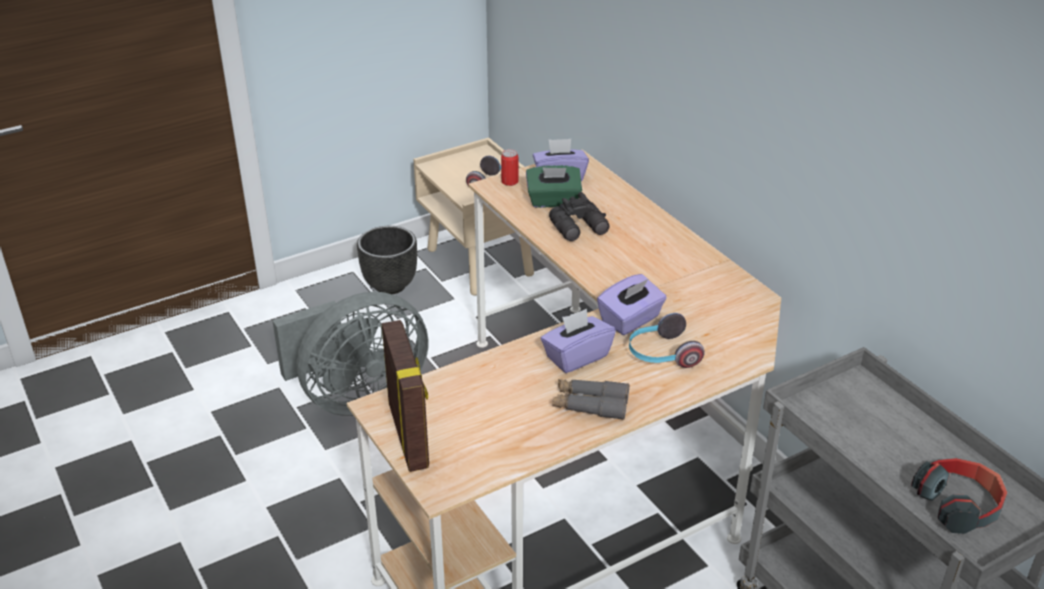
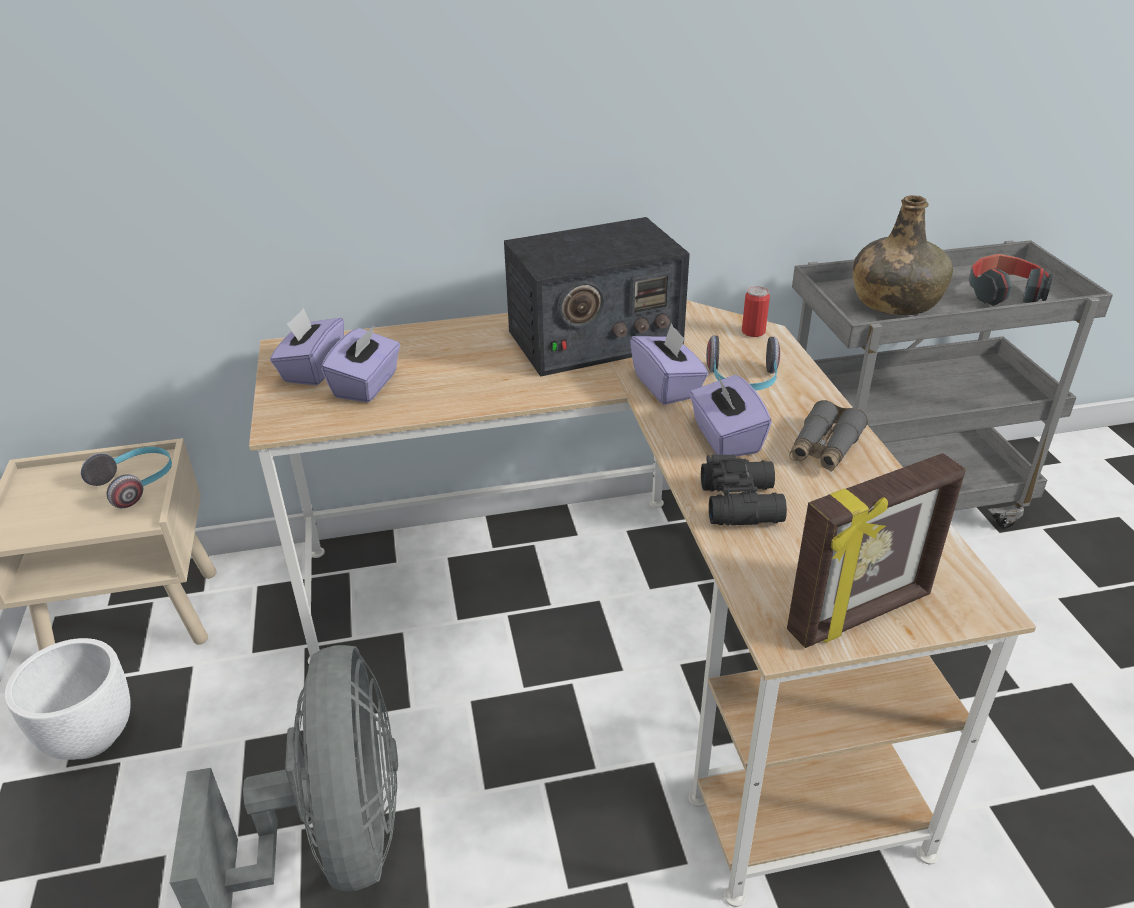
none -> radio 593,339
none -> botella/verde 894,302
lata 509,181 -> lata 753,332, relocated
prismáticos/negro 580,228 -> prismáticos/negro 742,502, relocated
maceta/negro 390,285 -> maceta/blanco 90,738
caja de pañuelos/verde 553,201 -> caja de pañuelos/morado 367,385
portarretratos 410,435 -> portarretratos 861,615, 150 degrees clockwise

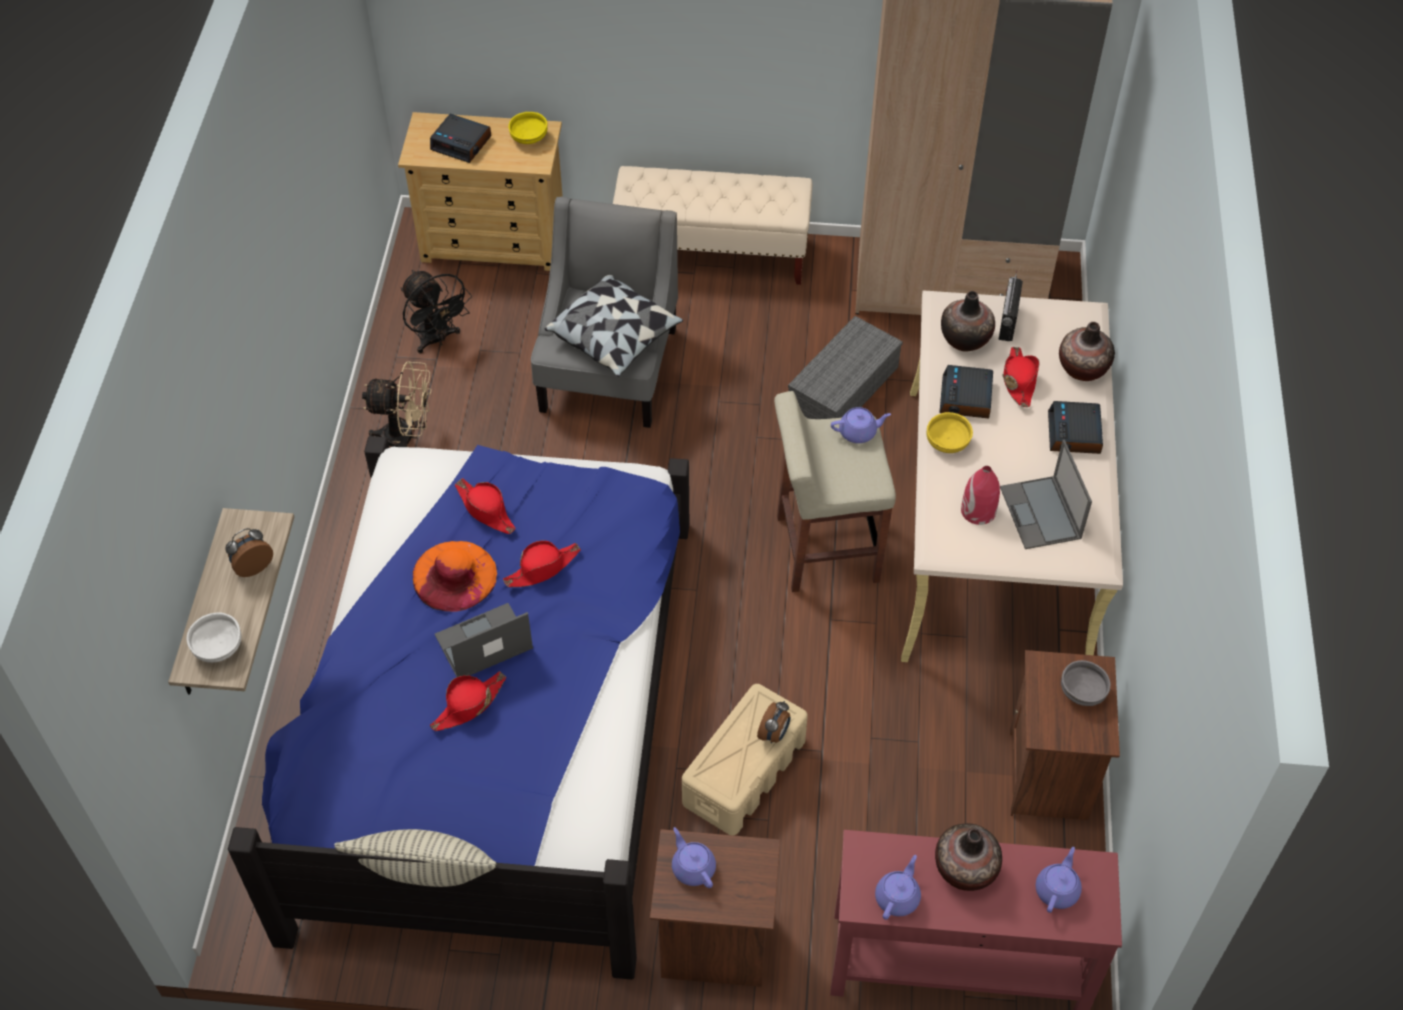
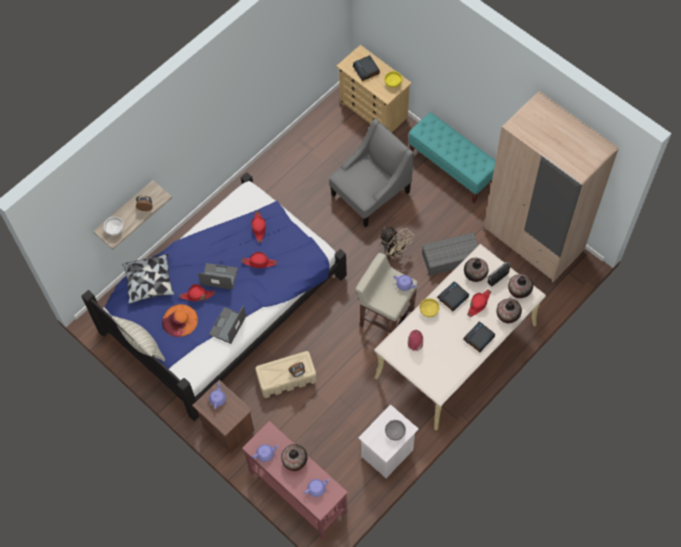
ventilador/negro 437,339 -> none
none -> florero 519,290
ventilador/beis 407,437 -> ventilador/beis 394,252, relocated
sombrero/naranja 454,575 -> sombrero/naranja 179,320, relocated
cojín 615,337 -> cojín 150,283, relocated
portátil 1041,513 -> portátil 227,326, relocated
banco/beis 712,255 -> banco/turquesa 451,168
mesita de noche/marrón 1050,775 -> mesita de noche/blanco 388,454

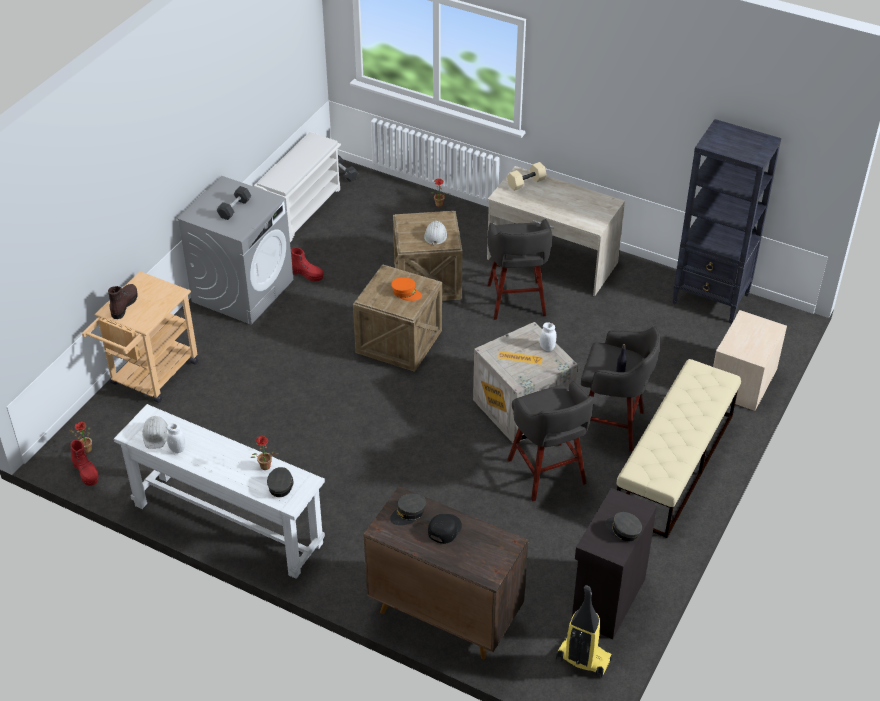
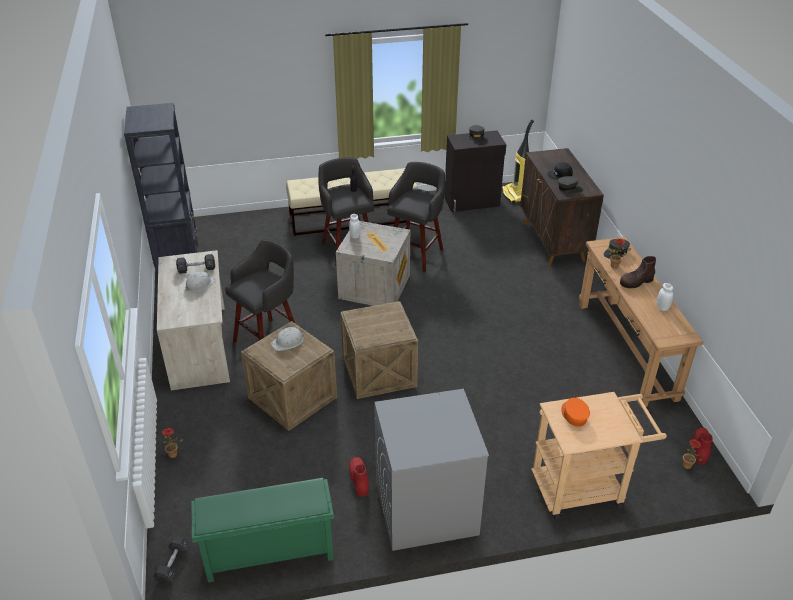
mancuerna/beis 526,182 -> none
mesita de noche/beis 742,381 -> none
bota/marrón 124,305 -> bota/marrón 636,282, relocated
casco/blanco 156,434 -> casco/blanco 199,284, relocated
mancuerna/negro 234,208 -> mancuerna/negro 196,269, relocated
gorra/naranja 406,293 -> gorra/naranja 574,415, relocated
mesa consola/blanco 228,524 -> mesa consola/marrón 626,349
zapatero/blanco 301,210 -> zapatero/verde 268,554

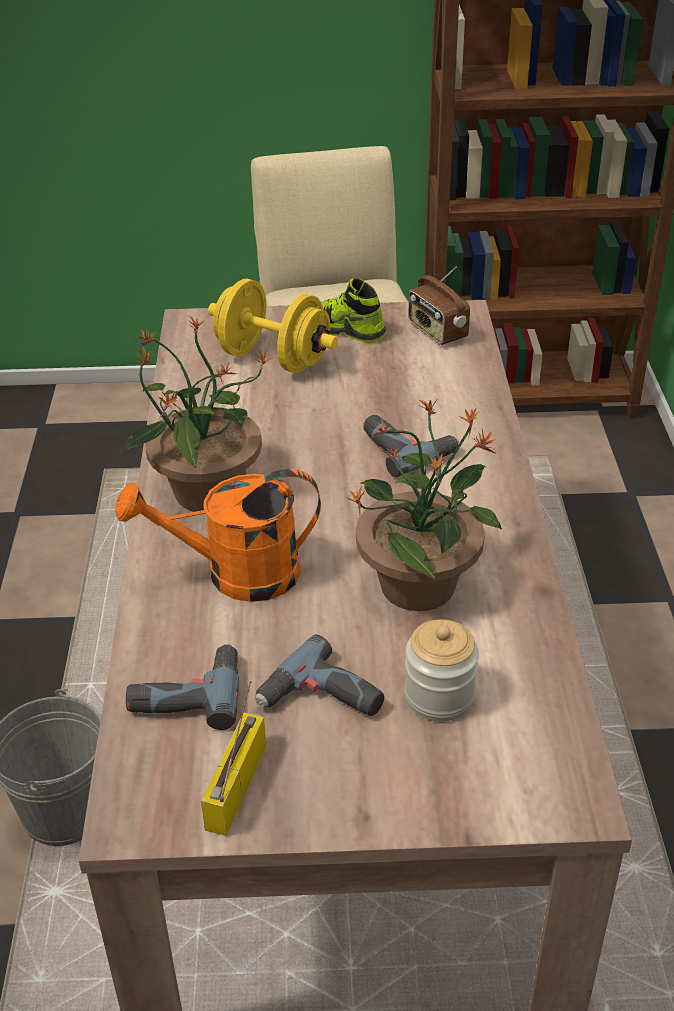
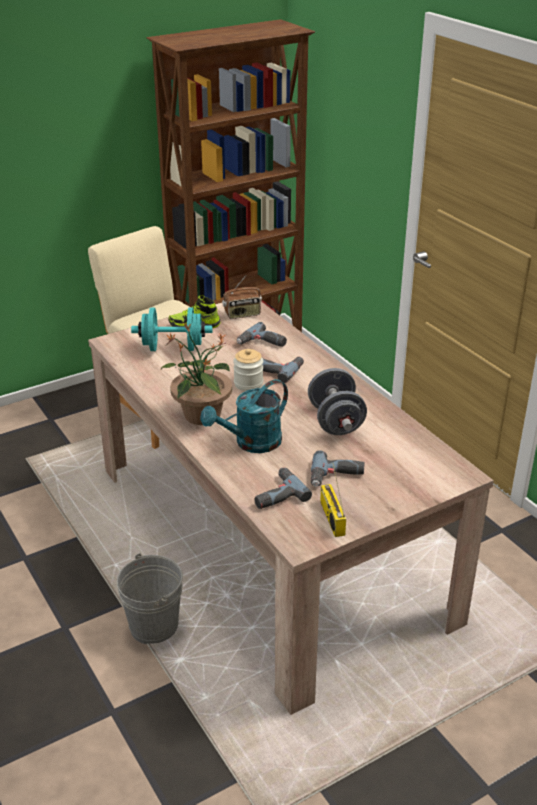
none -> taladro 262,343
tarro 439,696 -> tarro 248,383, relocated
planta en maceta 420,584 -> mancuerna/gris 335,421
regadera/naranja 236,575 -> regadera/turquesa 251,443
mancuerna/amarillo 273,359 -> mancuerna/turquesa 173,348
radio 436,332 -> radio 242,314, 45 degrees counterclockwise

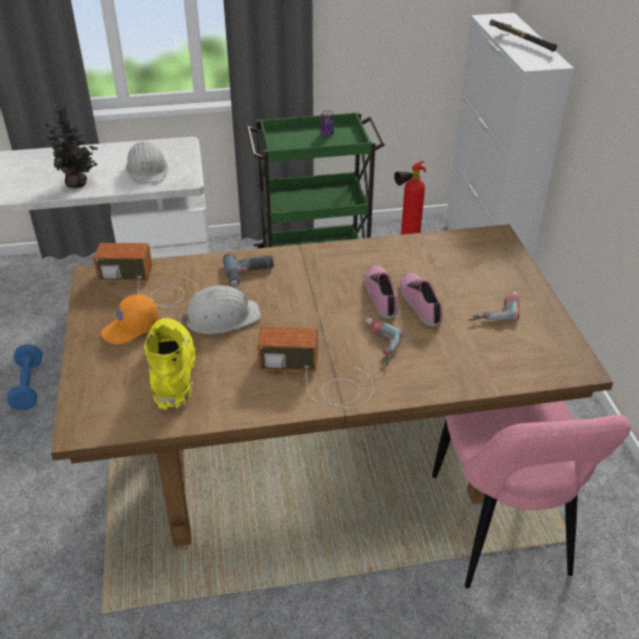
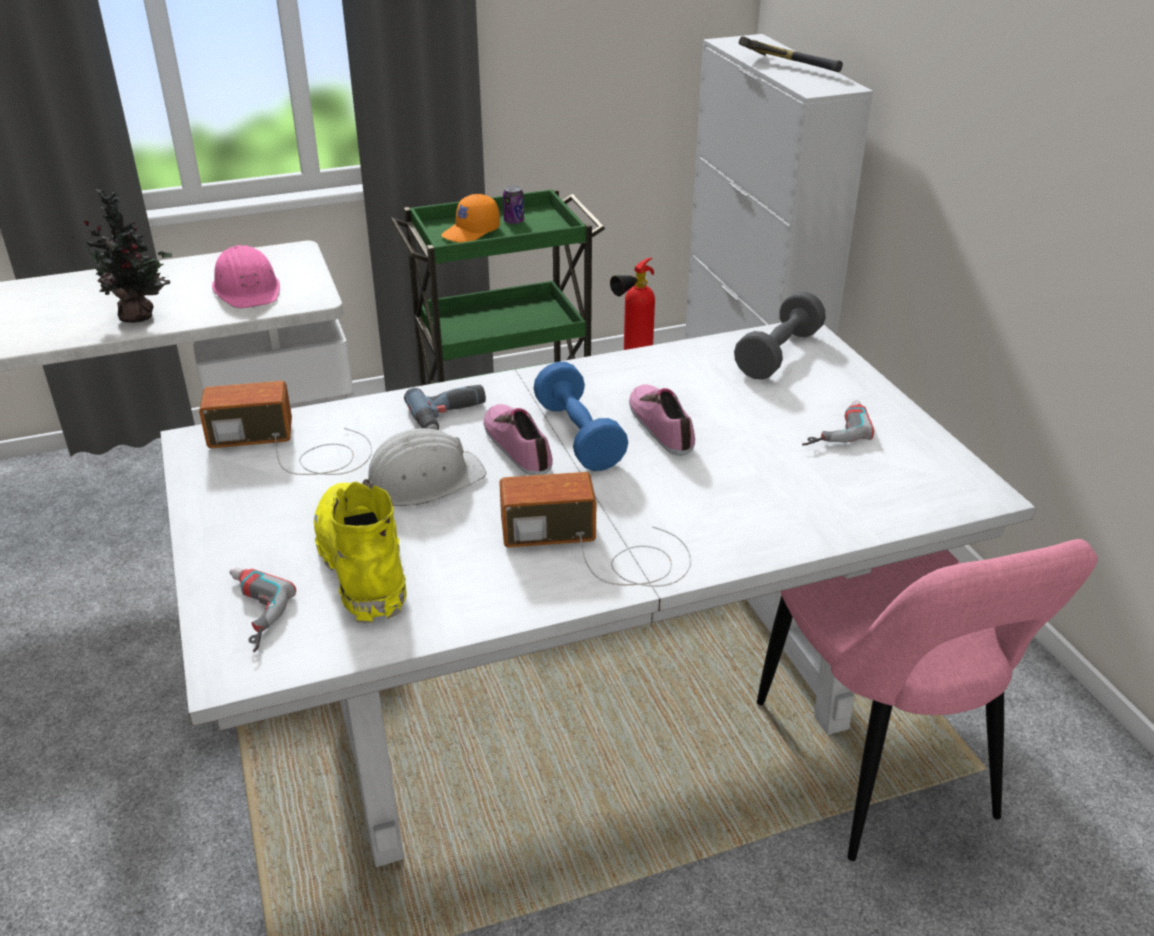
none -> mancuerna/gris 778,354
mancuerna/azul 28,386 -> mancuerna/azul 579,436, relocated
gorra/naranja 131,328 -> gorra/naranja 471,232, relocated
taladro 376,345 -> taladro 246,614, relocated
zapato 421,302 -> zapato 518,445, relocated
mesa de comedor/marrón 317,453 -> mesa de comedor/blanco 574,693
casco/blanco 147,170 -> casco/rosa 248,289

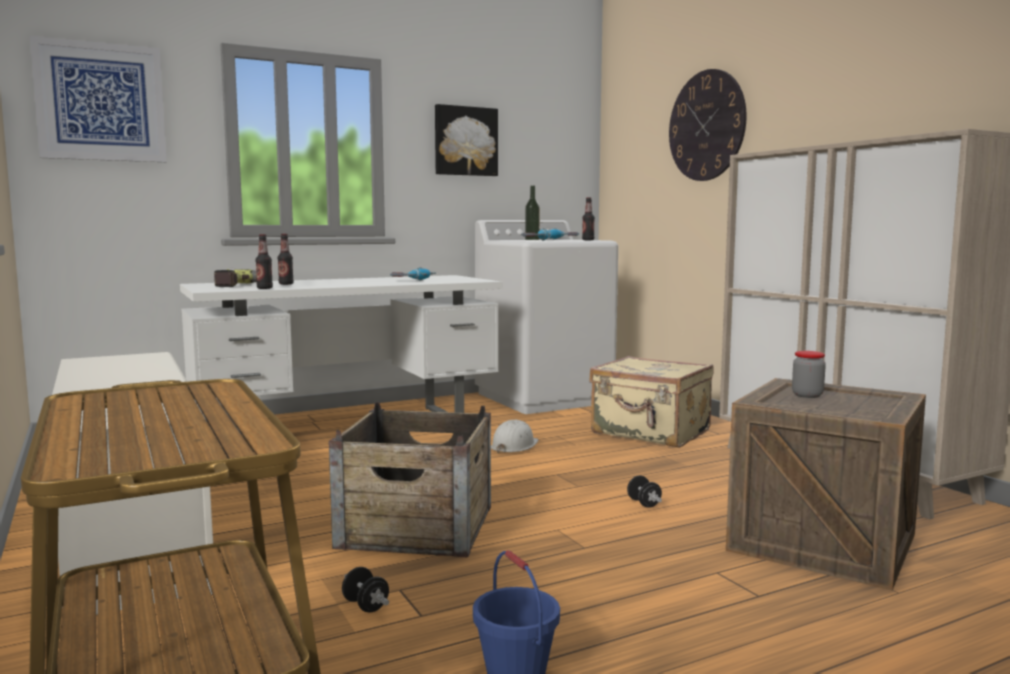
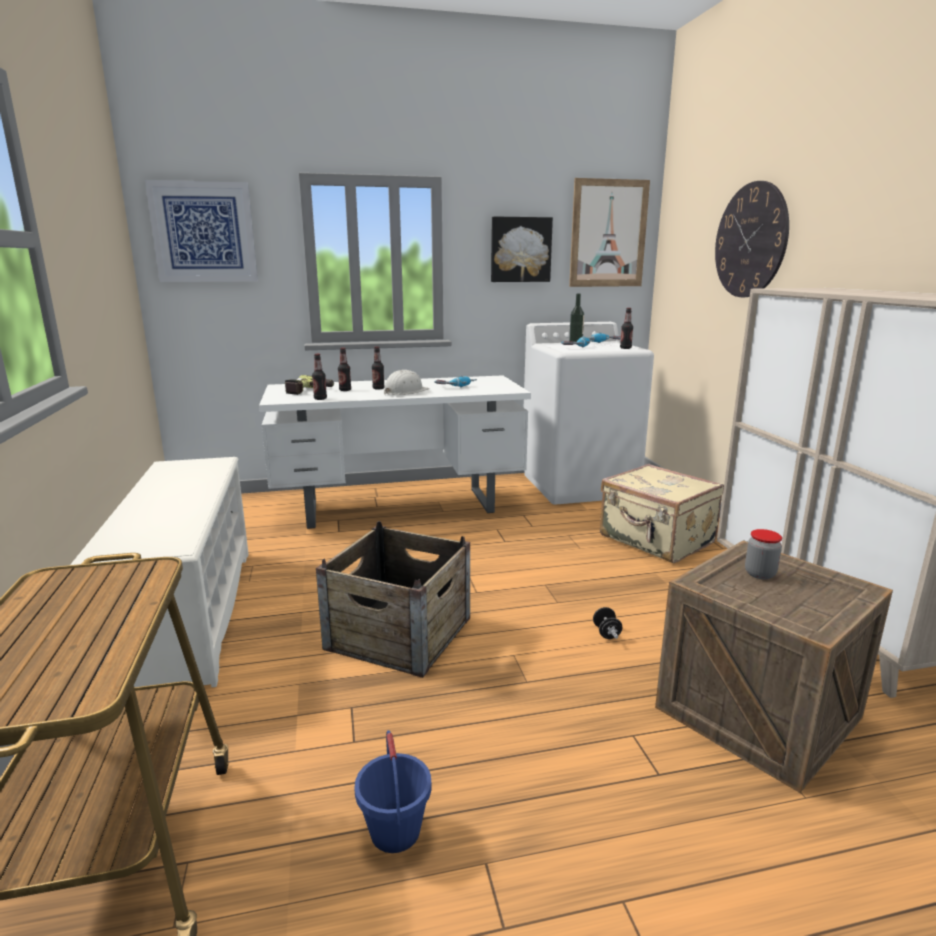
mancuerna/negro 365,605 -> none
none -> botella 378,388
none -> cuadro 608,234
casco/blanco 514,446 -> casco/blanco 405,392, relocated

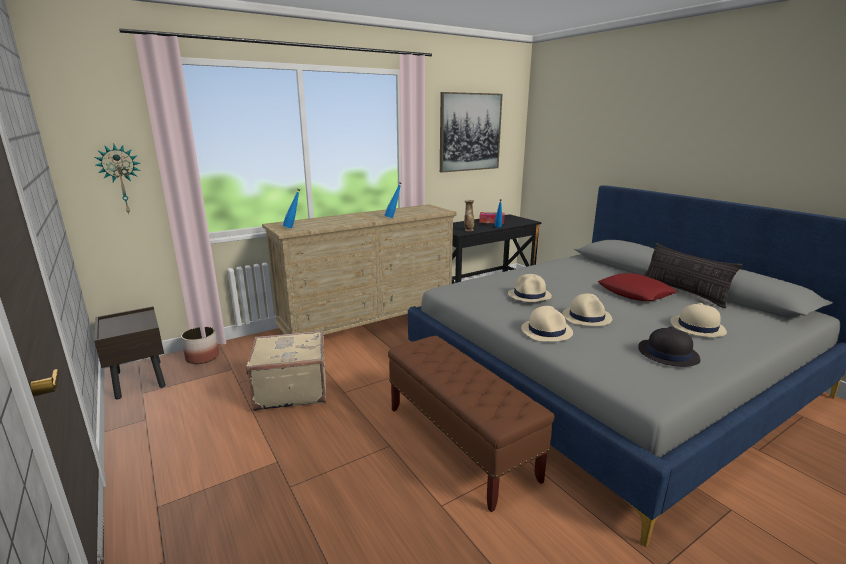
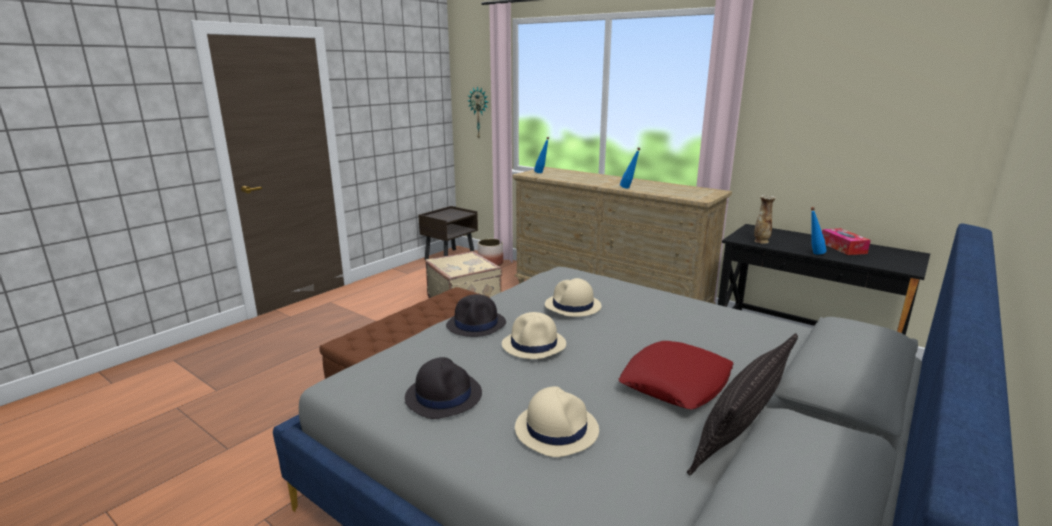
cuadro 470,132 -> none
sombrero/beis 546,331 -> sombrero/negro 476,324

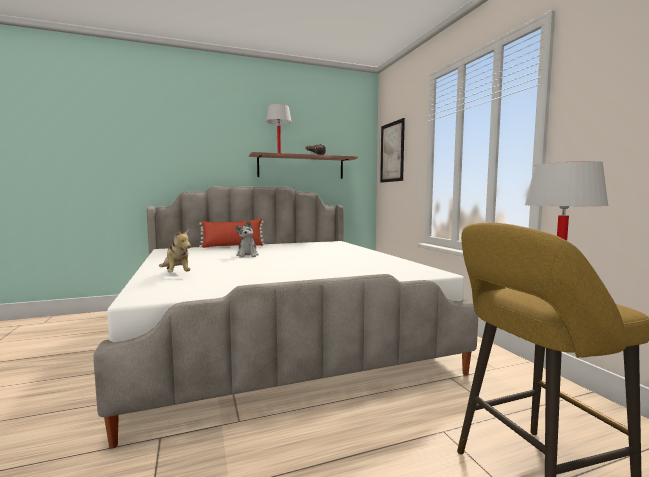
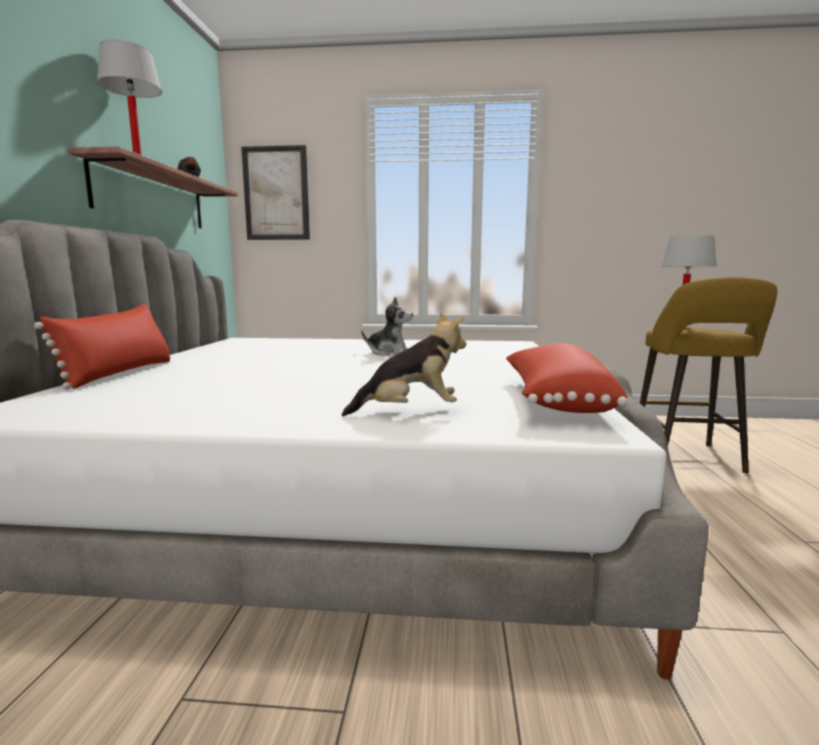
none -> cojín/rojo 554,400
peluche 247,255 -> peluche 389,353, relocated

